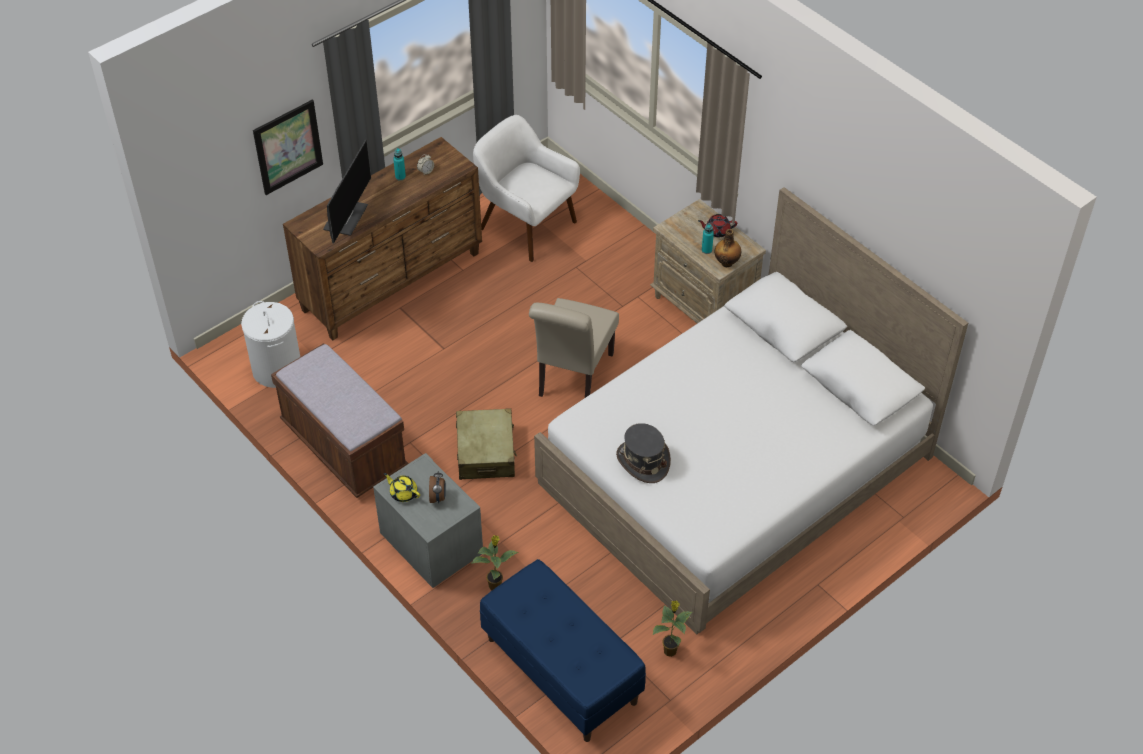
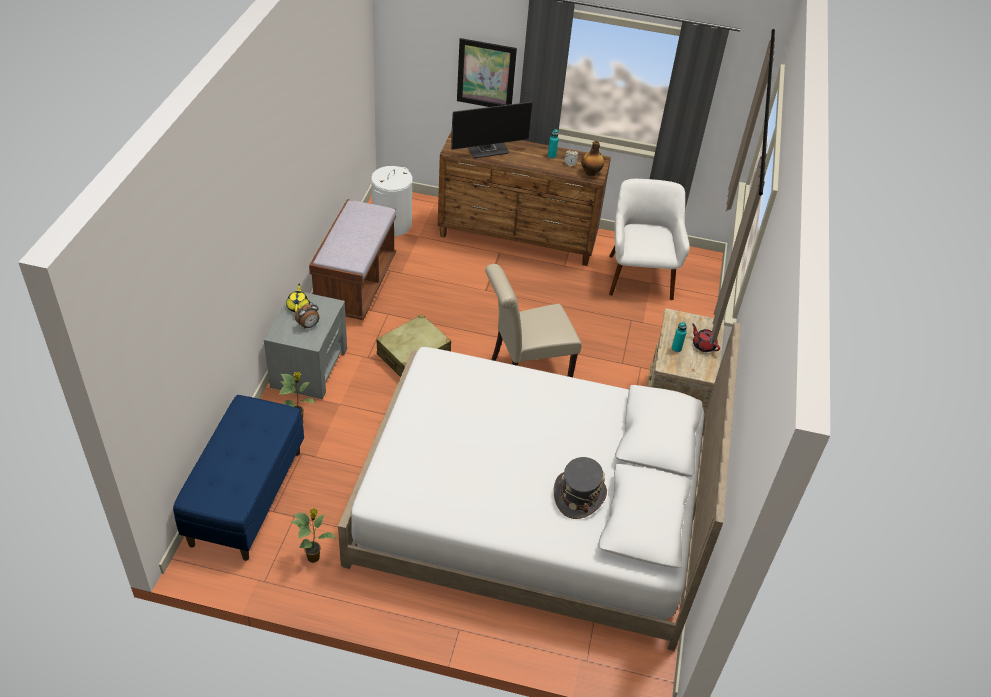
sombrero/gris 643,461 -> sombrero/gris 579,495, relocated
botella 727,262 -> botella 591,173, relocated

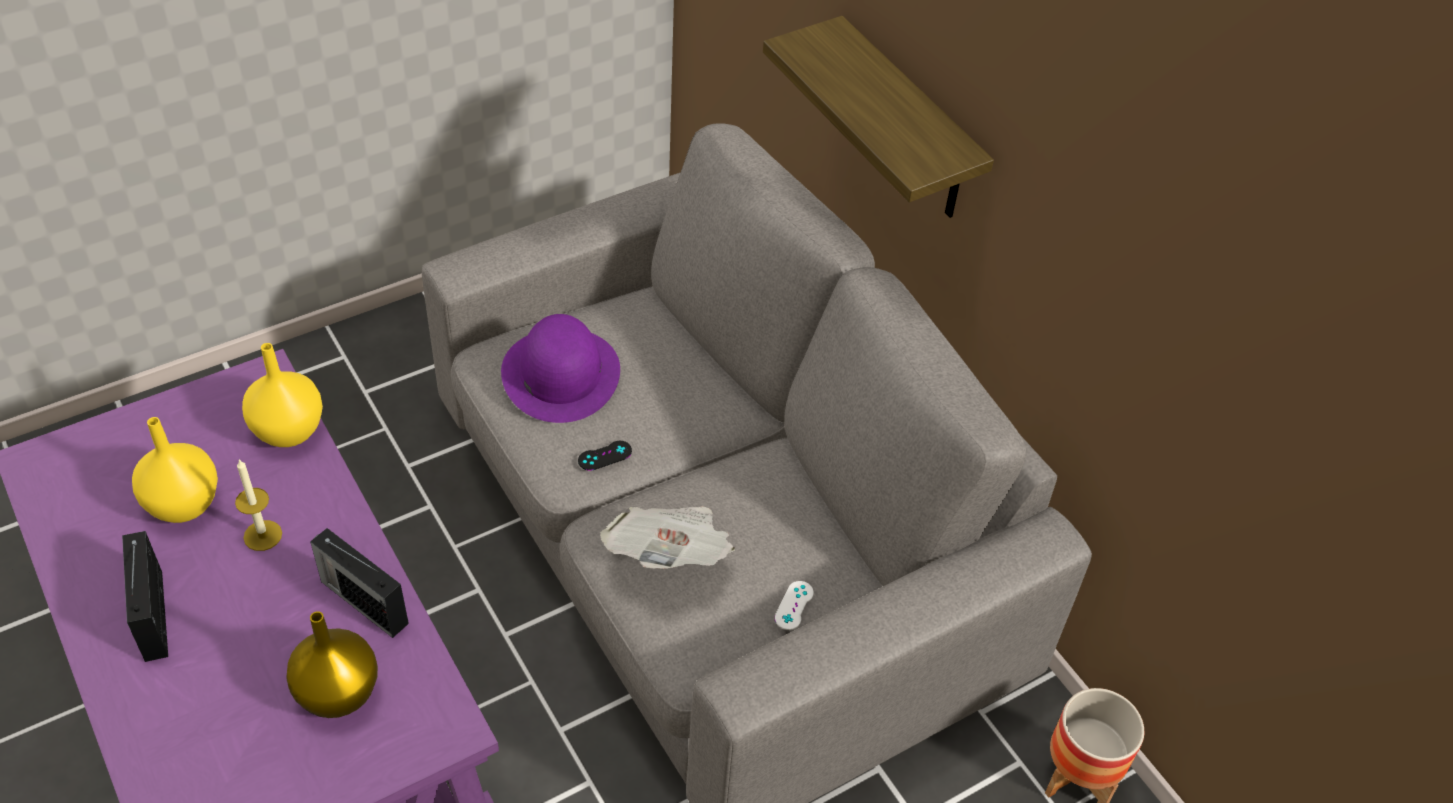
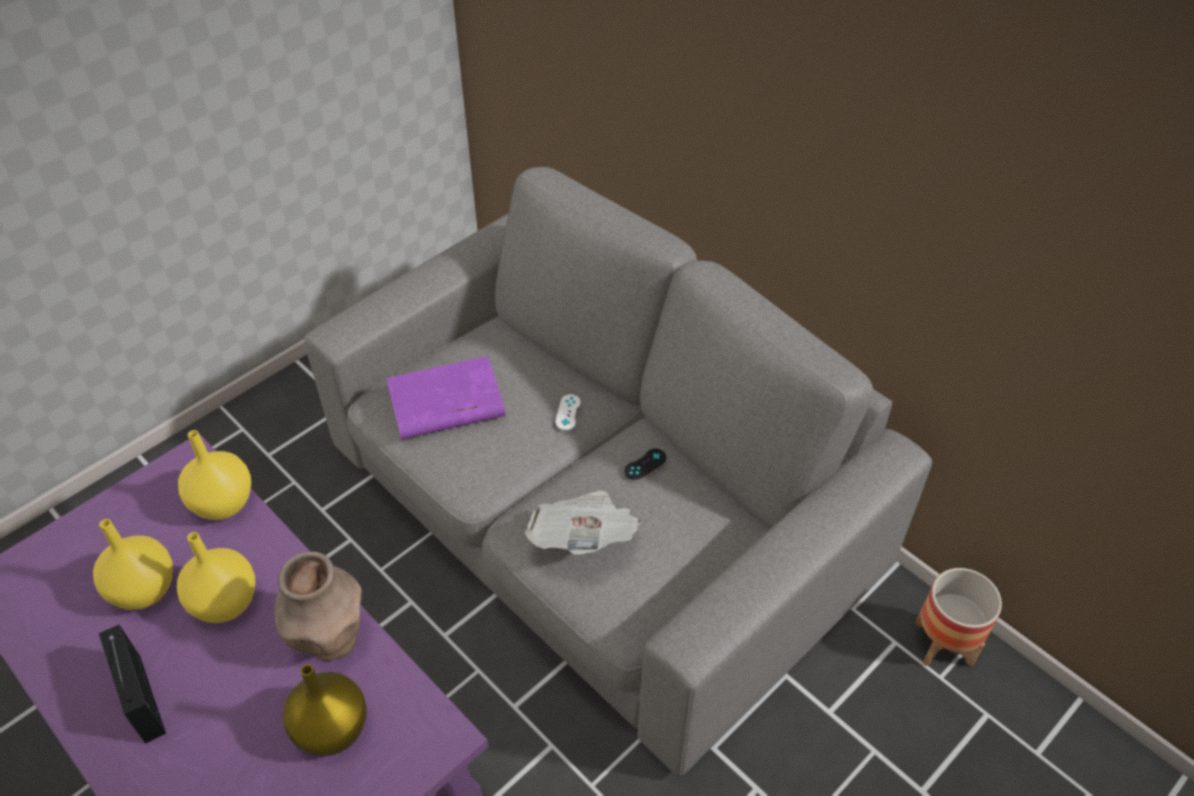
estante 907,125 -> none
mando de consola/negro 605,456 -> mando de consola/negro 645,464, relocated
mando de consola/blanco 794,605 -> mando de consola/blanco 568,412, relocated
vela 263,535 -> florero/amarillo 224,602
radio 363,601 -> florero/marrón 331,640
sombrero/morado 560,373 -> libro/morado 445,404

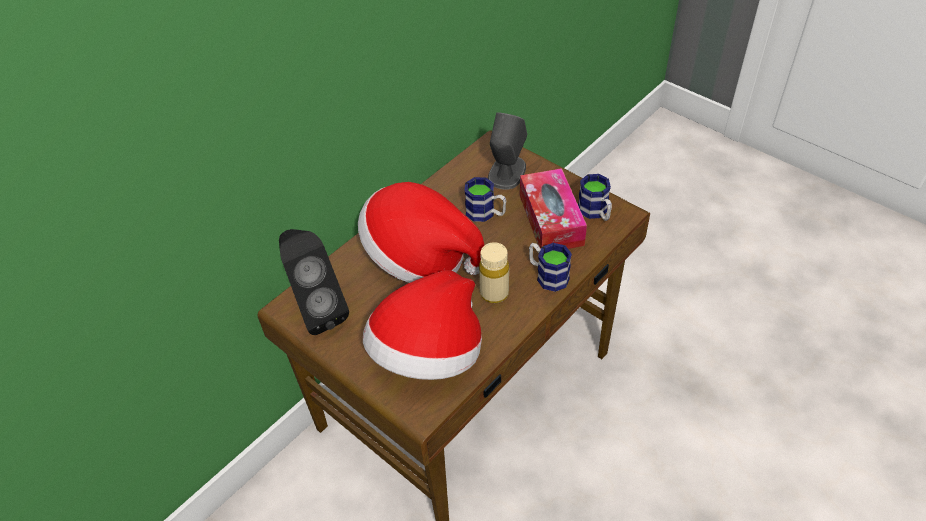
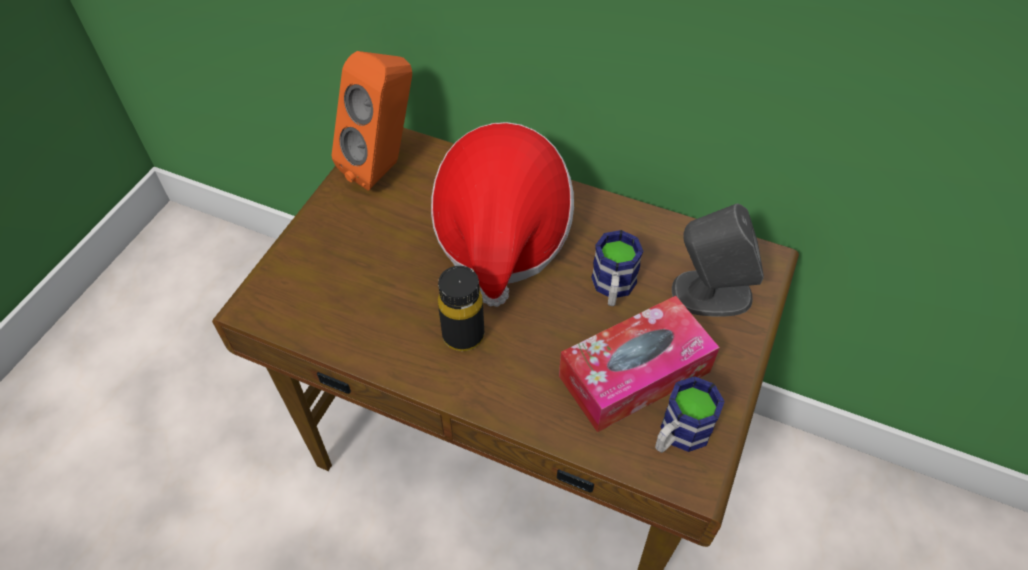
sombrero 429,354 -> none
taza grande 547,275 -> none
altavoz/negro 317,311 -> altavoz/naranja 384,166
botella/beis 494,293 -> botella/negro 463,335

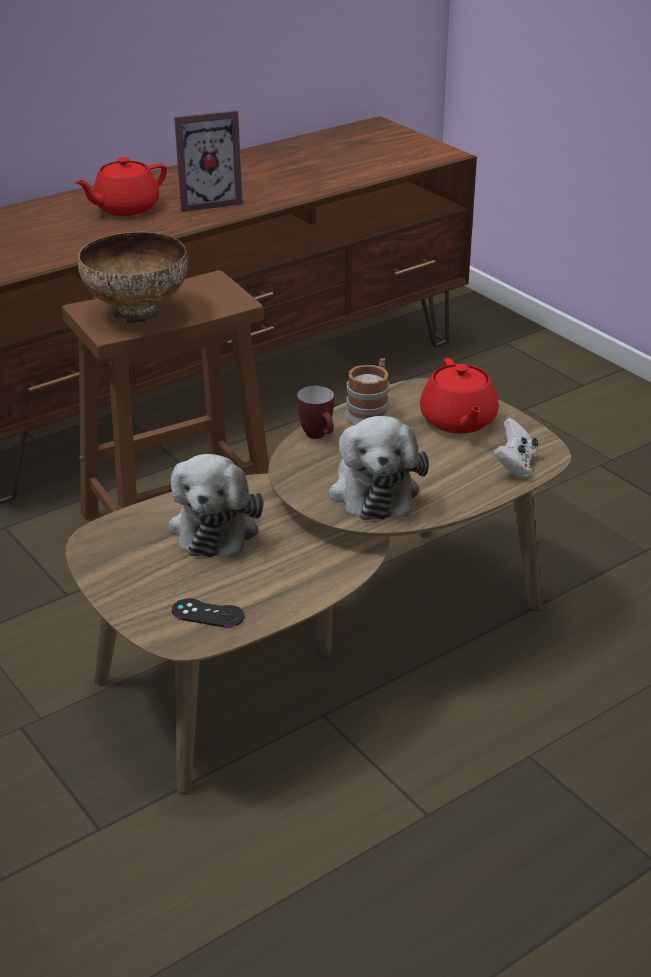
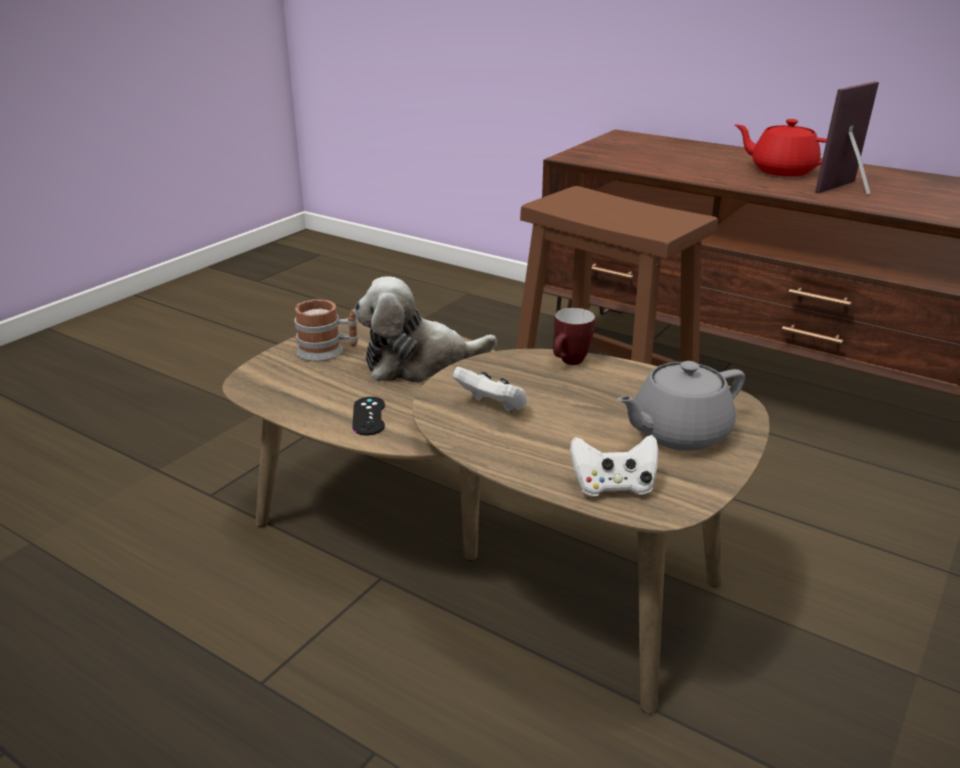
cuenco 138,314 -> none
mando de consola/negro 208,613 -> mando de consola/negro 369,416, relocated
taza grande 370,412 -> taza grande 328,352, relocated
peluche 374,489 -> mando de consola/blanco 492,407
tetera/rojo 458,421 -> tetera/gris 678,433
portarretratos 207,201 -> portarretratos 850,190, 90 degrees clockwise

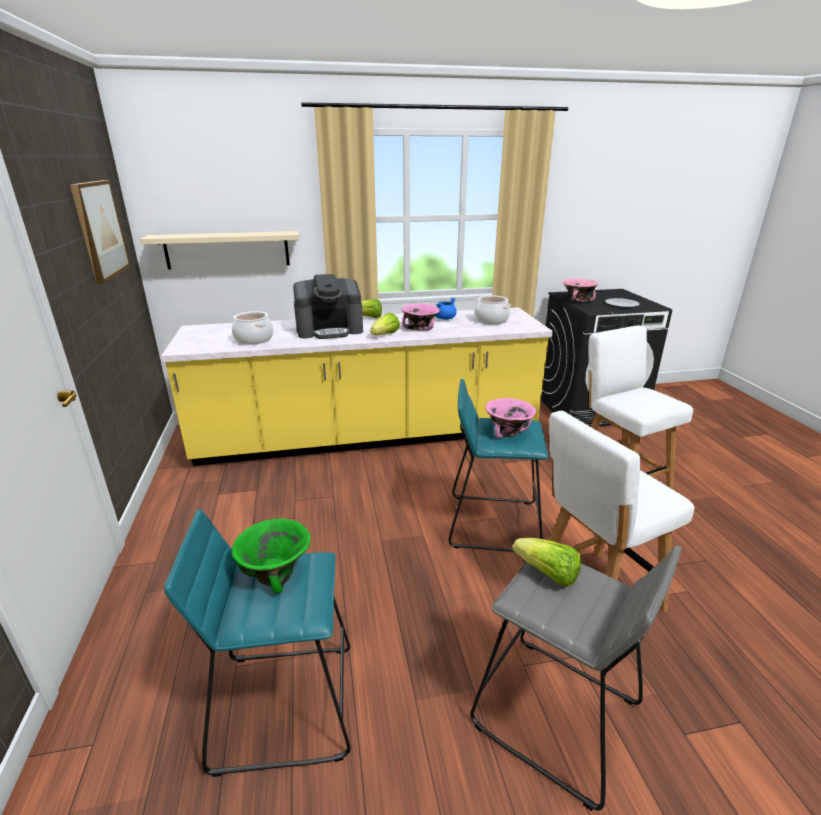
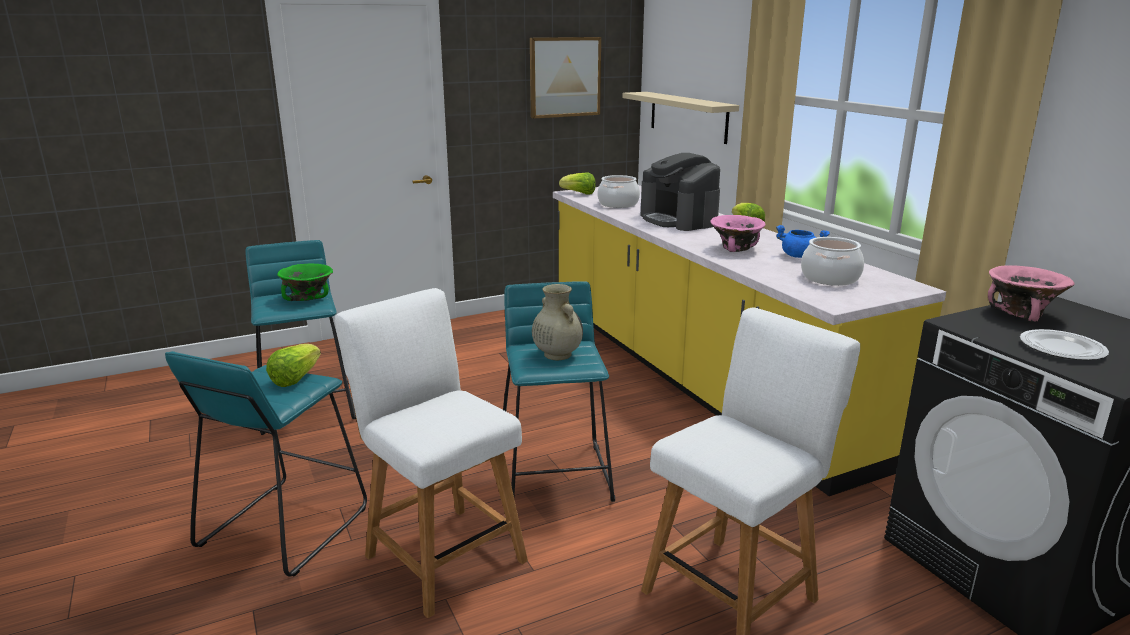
lechuga 385,335 -> lechuga 579,193, relocated
cuenco/rosa 508,431 -> florero/beis 557,354
taburete/gris 555,716 -> taburete/turquesa 283,527

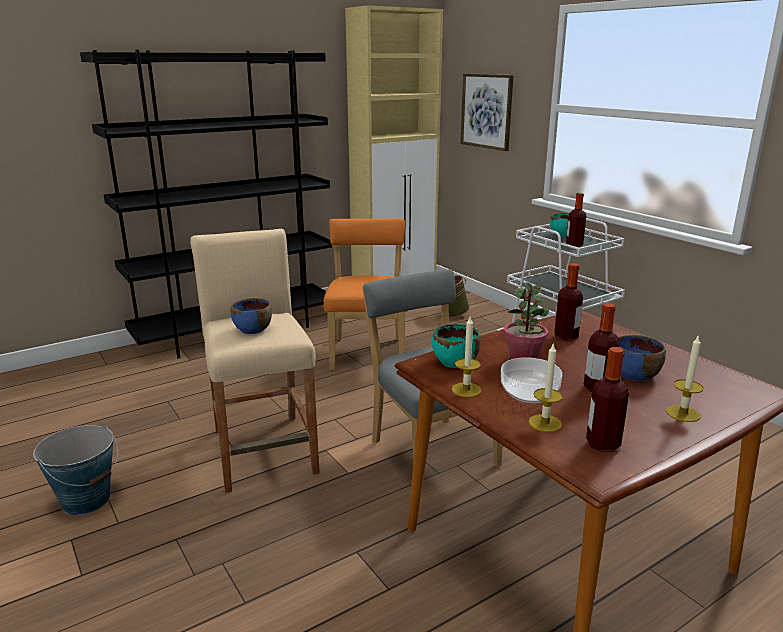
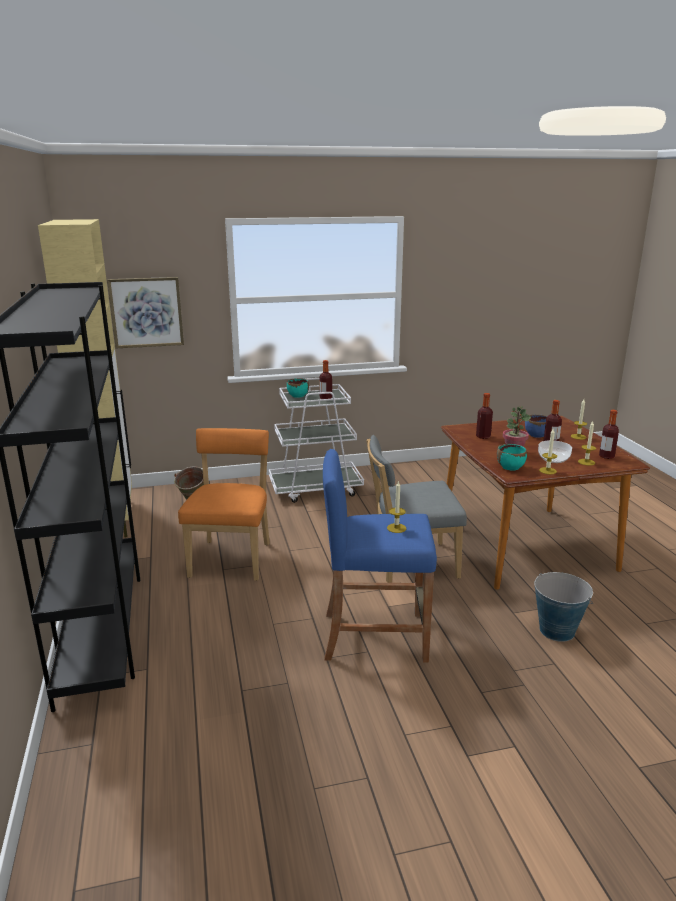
cubo 86,500 -> cubo 556,630, relocated
cuenco/azul 252,330 -> vela 396,528
taburete/beis 264,450 -> taburete/azul 374,636
silla/naranja 368,352 -> silla/naranja 232,558, 75 degrees clockwise

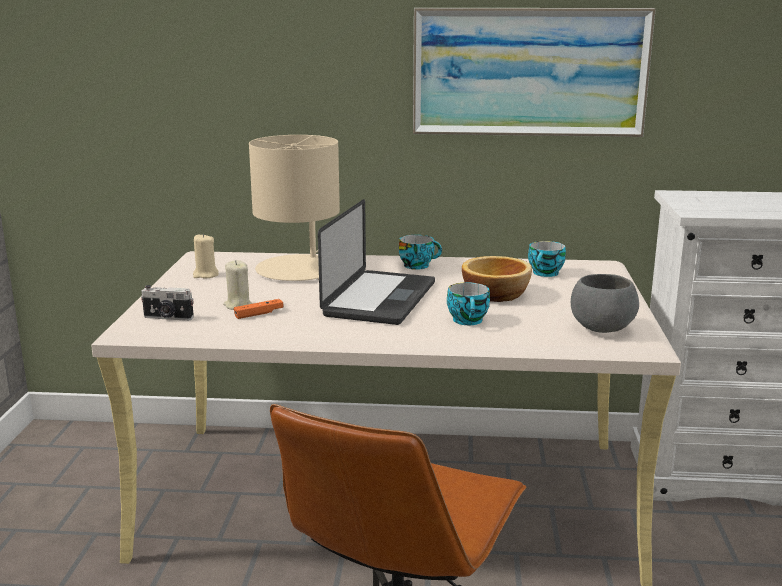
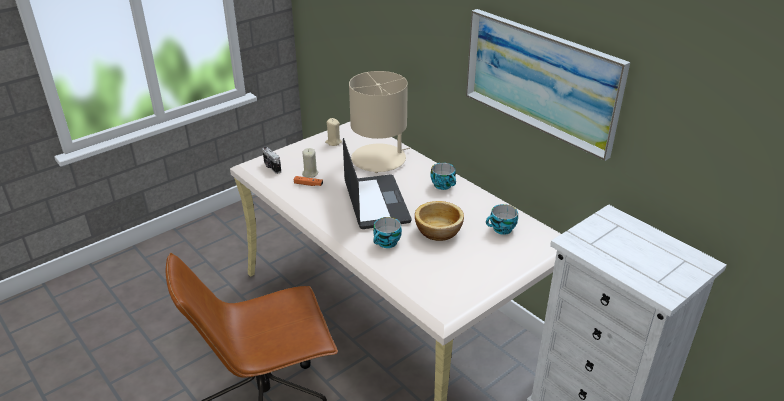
cuenco/gris 602,329 -> none
portátil 380,299 -> portátil 376,203, 75 degrees counterclockwise

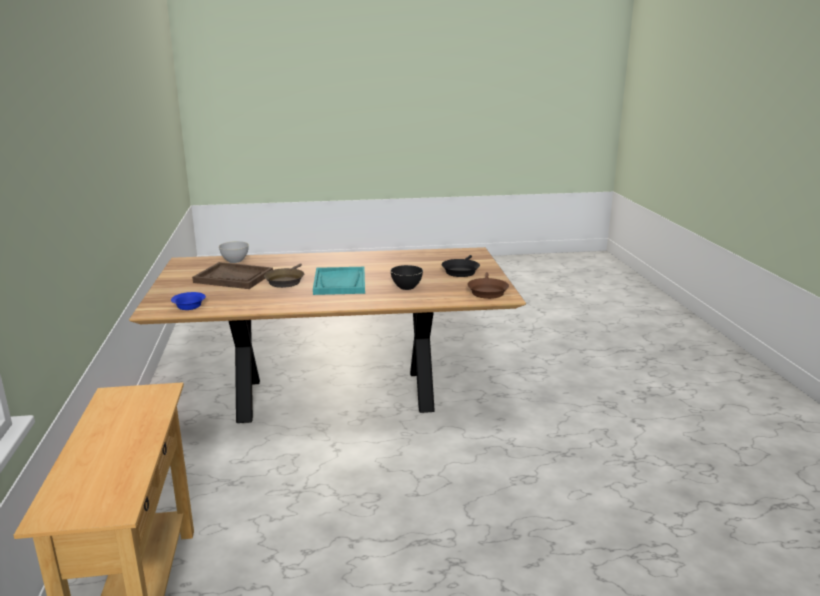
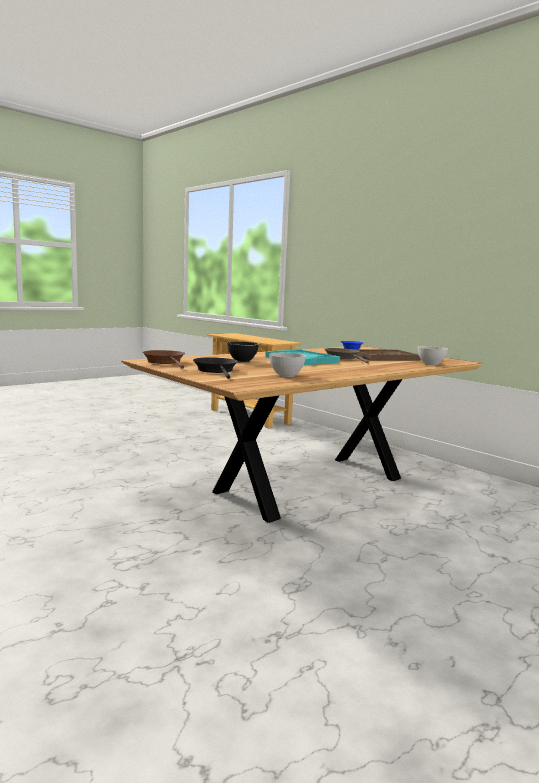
none -> cuenco/gris 286,375

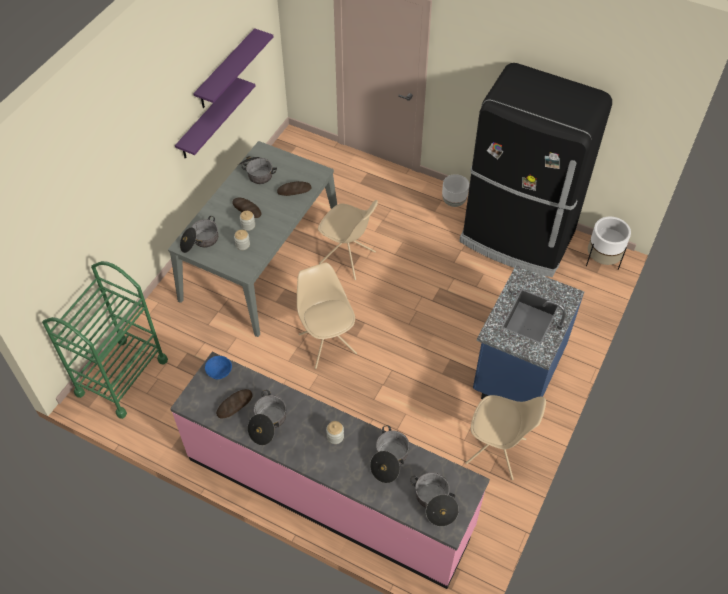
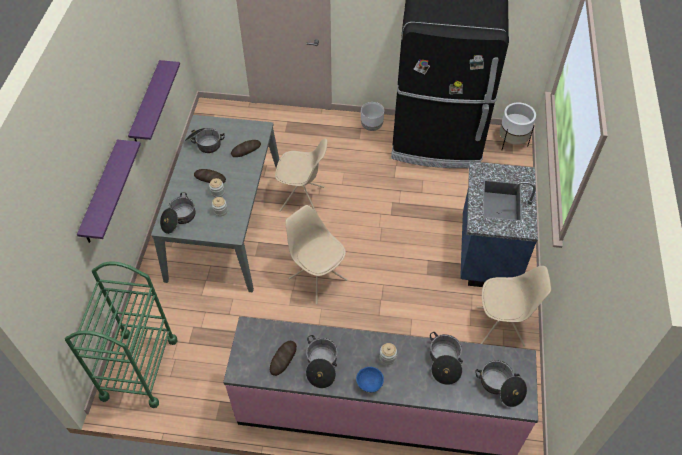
estante/morado 226,70 -> estante/morado 101,193, relocated
cuenco/azul 219,371 -> cuenco/azul 369,383, relocated

